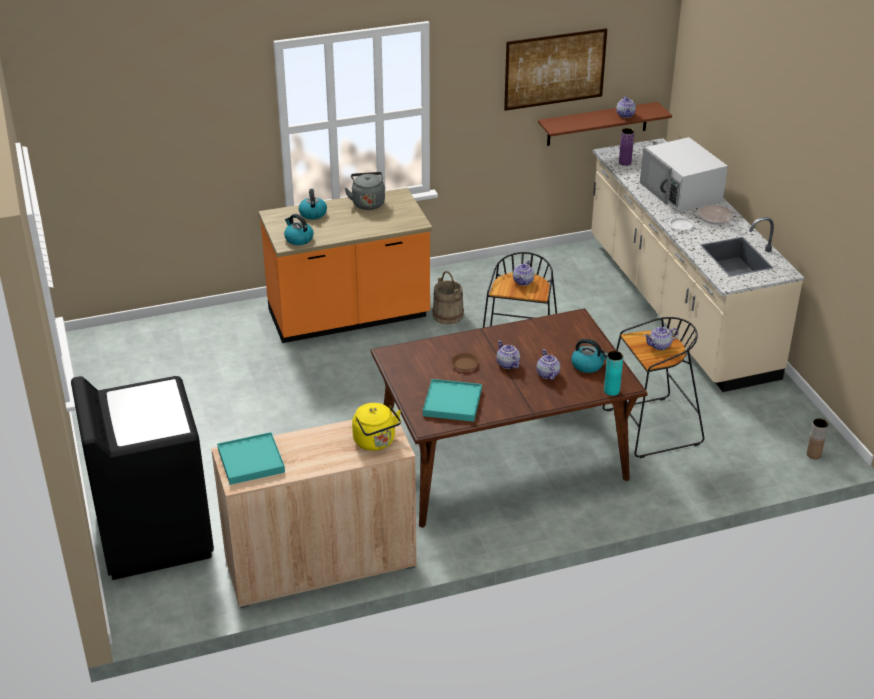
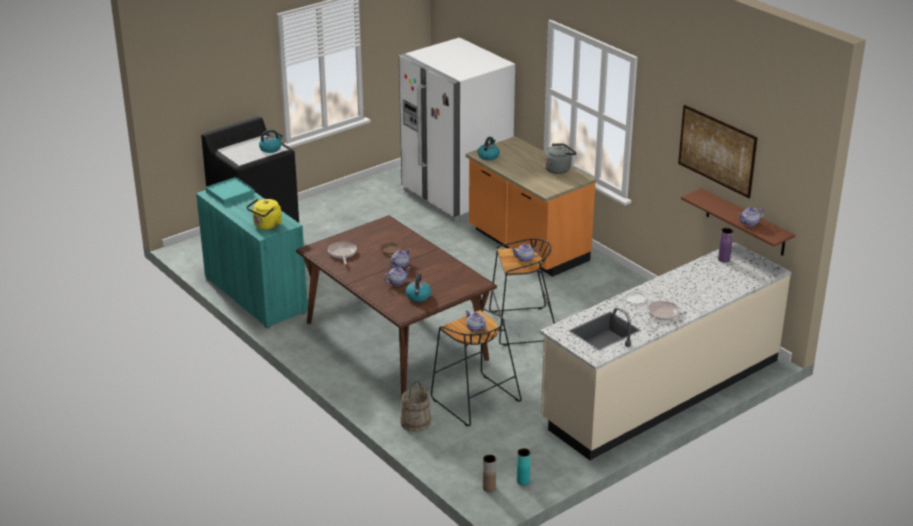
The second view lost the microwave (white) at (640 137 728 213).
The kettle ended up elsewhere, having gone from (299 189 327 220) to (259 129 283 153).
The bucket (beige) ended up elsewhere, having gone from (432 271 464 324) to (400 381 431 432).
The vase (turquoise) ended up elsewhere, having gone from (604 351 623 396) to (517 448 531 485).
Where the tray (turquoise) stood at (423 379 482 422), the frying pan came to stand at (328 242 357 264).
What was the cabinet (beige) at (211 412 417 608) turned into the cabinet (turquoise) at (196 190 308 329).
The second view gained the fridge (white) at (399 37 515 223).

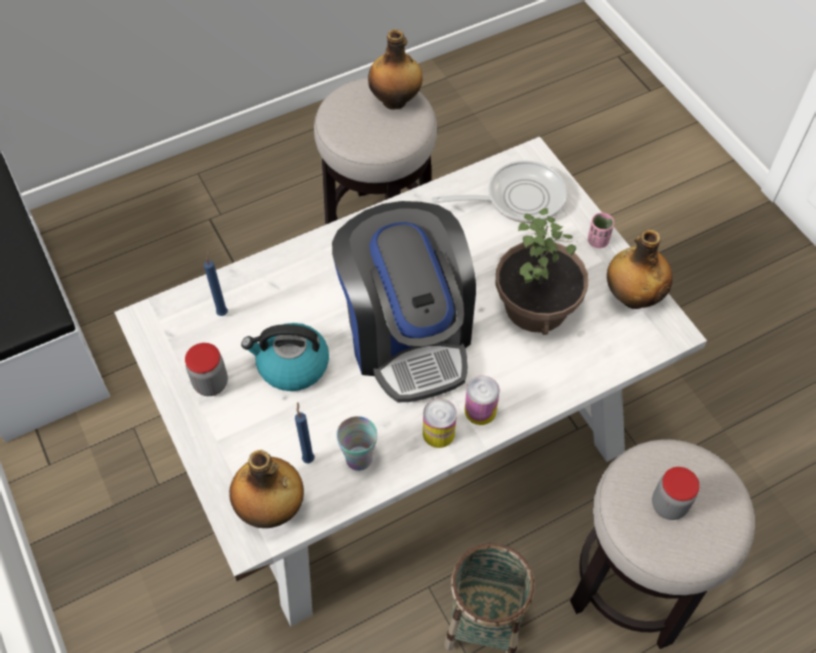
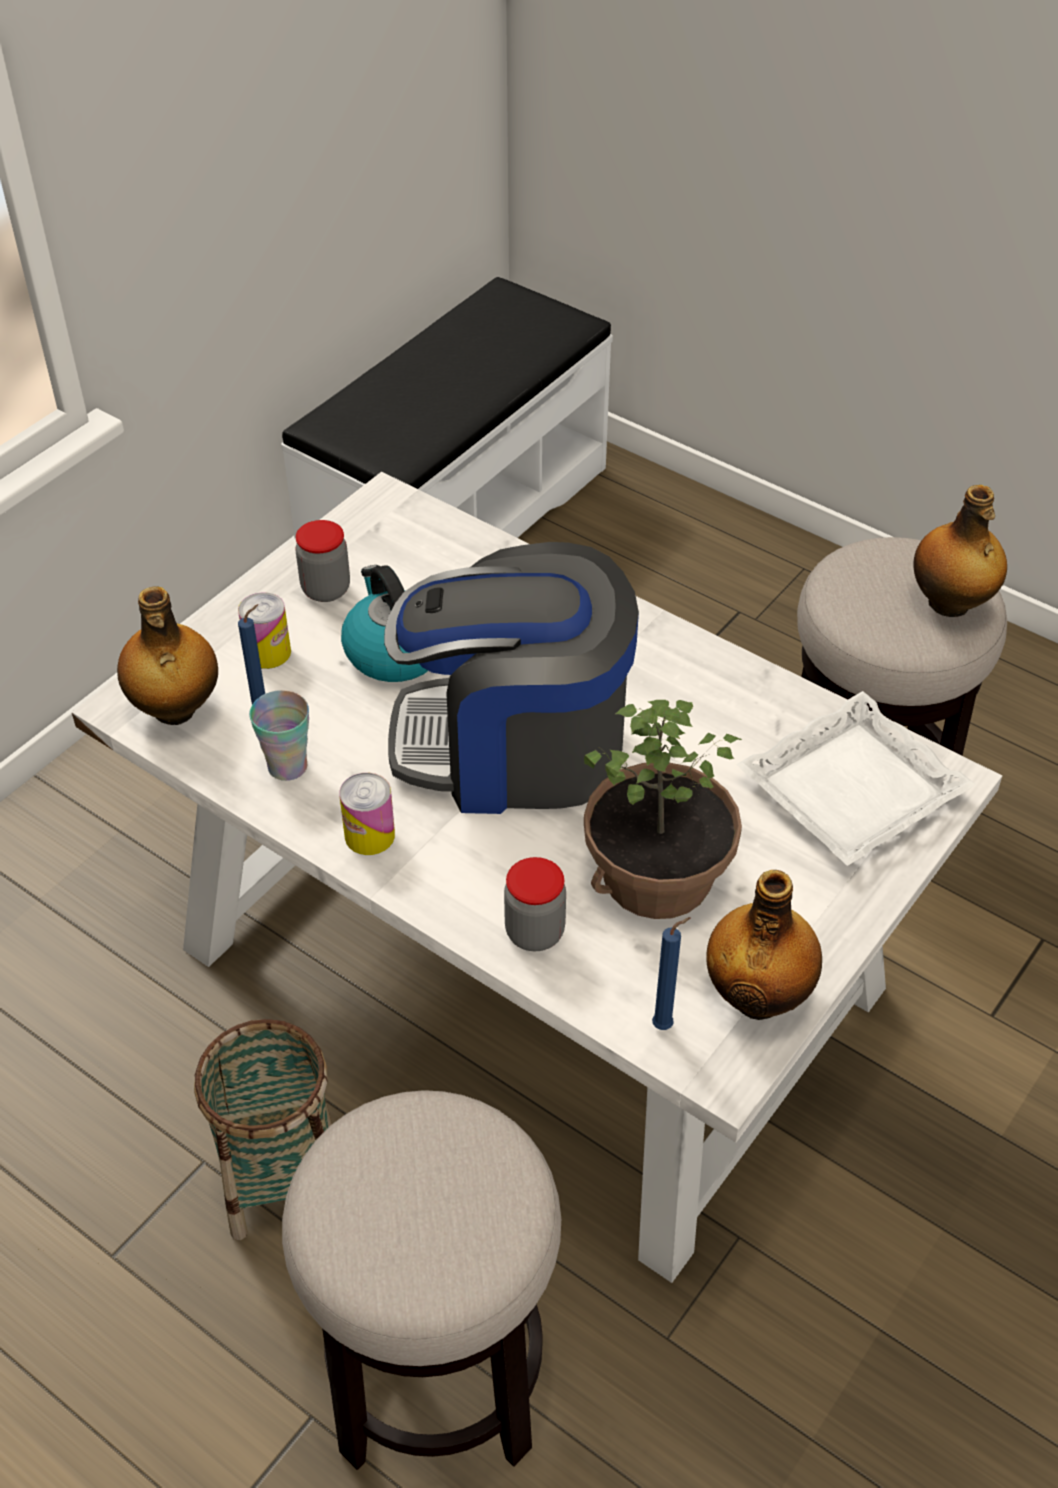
Where the frying pan stood at (431 160 567 223), the tray (white) came to stand at (736 691 976 866).
The coffee machine at (332 201 476 403) ended up facing another way, 45 degrees clockwise from before.
The second view lost the cup (pink) at (588 213 614 248).
The candle (blue) ended up elsewhere, having gone from (204 250 228 316) to (652 917 691 1030).
The can ended up elsewhere, having gone from (465 376 500 425) to (238 592 291 669).
The jar ended up elsewhere, having gone from (652 467 700 520) to (504 857 566 951).

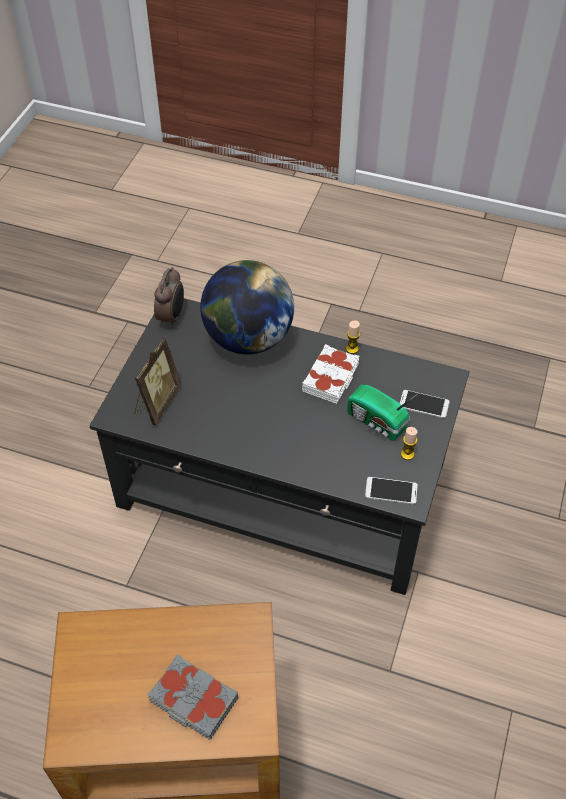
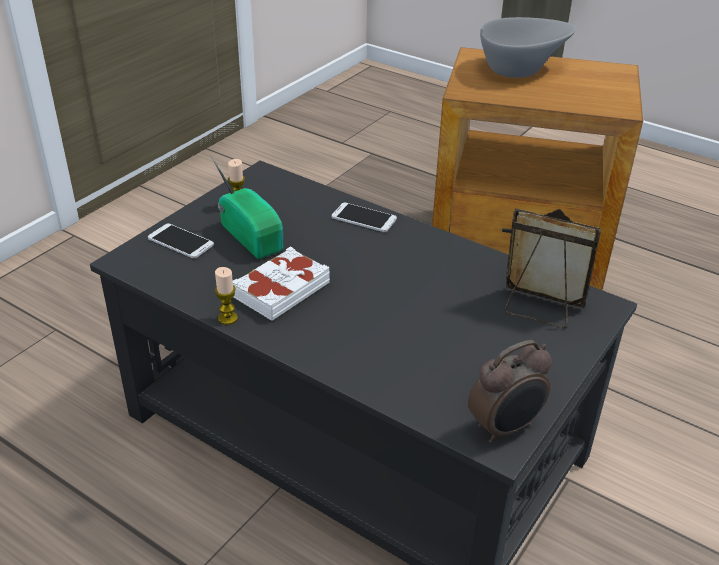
The second view lost the globe at (200 260 294 355).
The alarm clock at (154 267 184 328) ended up facing another way, 150 degrees counterclockwise from before.
The picture frame at (134 337 181 426) ended up facing another way, 75 degrees clockwise from before.
The phone ended up elsewhere, having gone from (365 477 418 504) to (331 203 397 232).
Where the book (grey) stood at (148 654 238 740), the bowl (grey) came to stand at (480 17 576 78).

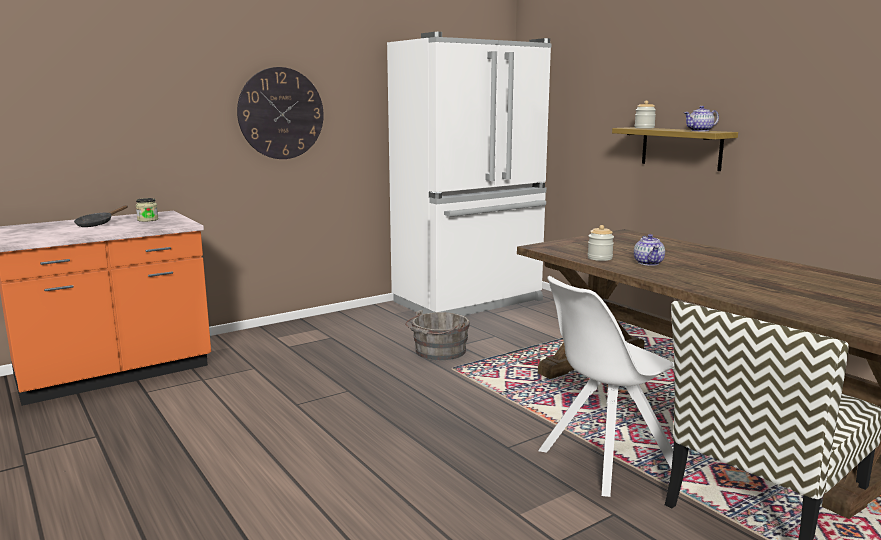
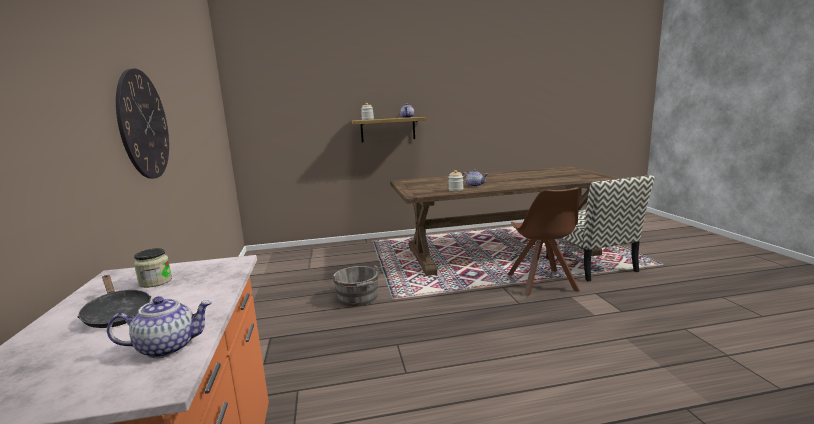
The second view lost the fridge (white) at (387 32 551 316).
What was the chair (white) at (538 276 674 497) turned into the chair (brown) at (507 187 580 296).
The second view gained the teapot at (107 296 212 358).

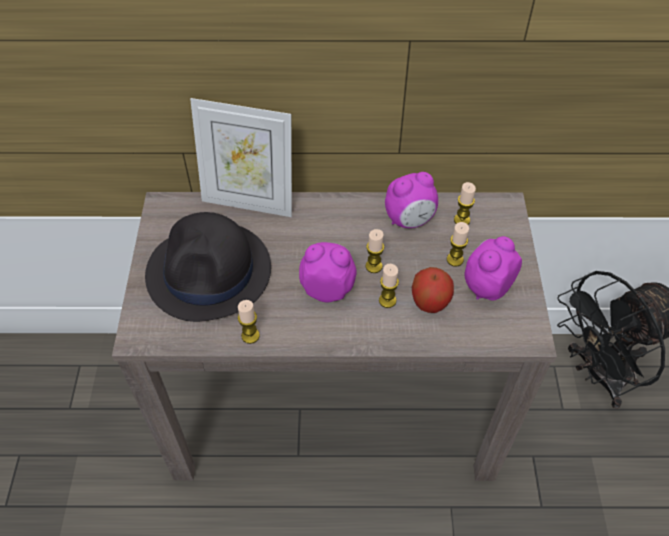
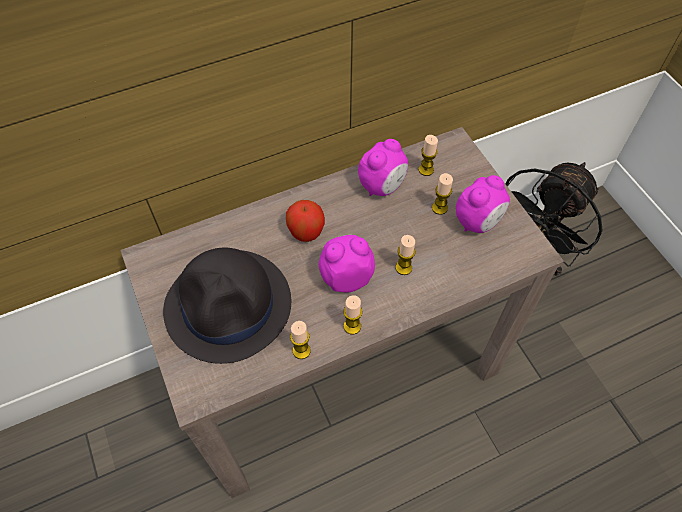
The second view lost the picture frame at (190 98 292 217).
The candle ended up elsewhere, having gone from (366 229 384 273) to (343 295 362 335).
The alarm clock at (465 236 522 300) ended up facing another way, 150 degrees counterclockwise from before.
The apple ended up elsewhere, having gone from (411 267 454 313) to (286 200 325 242).

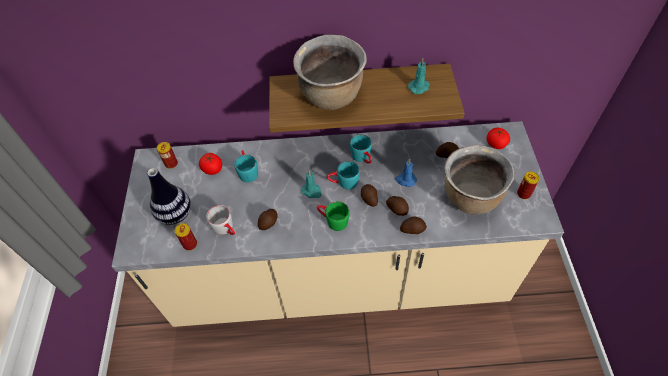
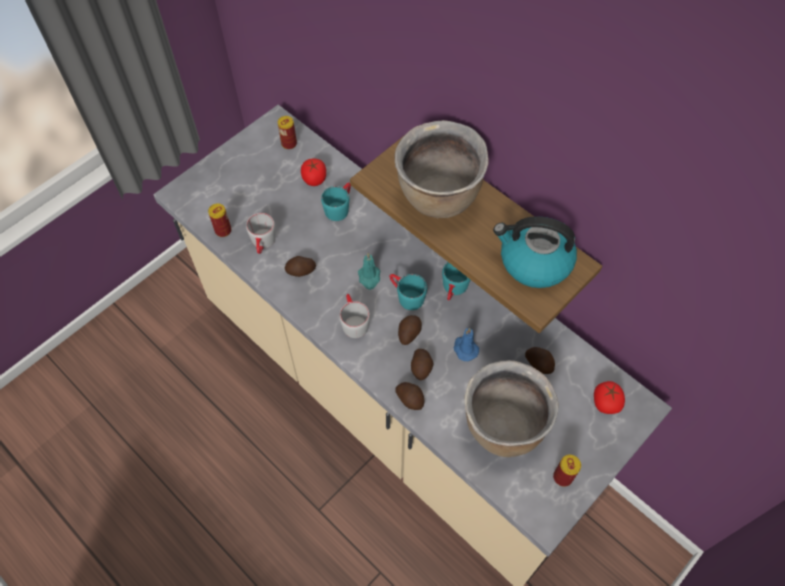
Where the candle (turquoise) stood at (408 58 430 94), the kettle came to stand at (493 216 577 288).
The second view lost the vase at (147 168 191 225).
What was the mug (green) at (317 201 350 231) turned into the mug (grey) at (339 294 370 338).

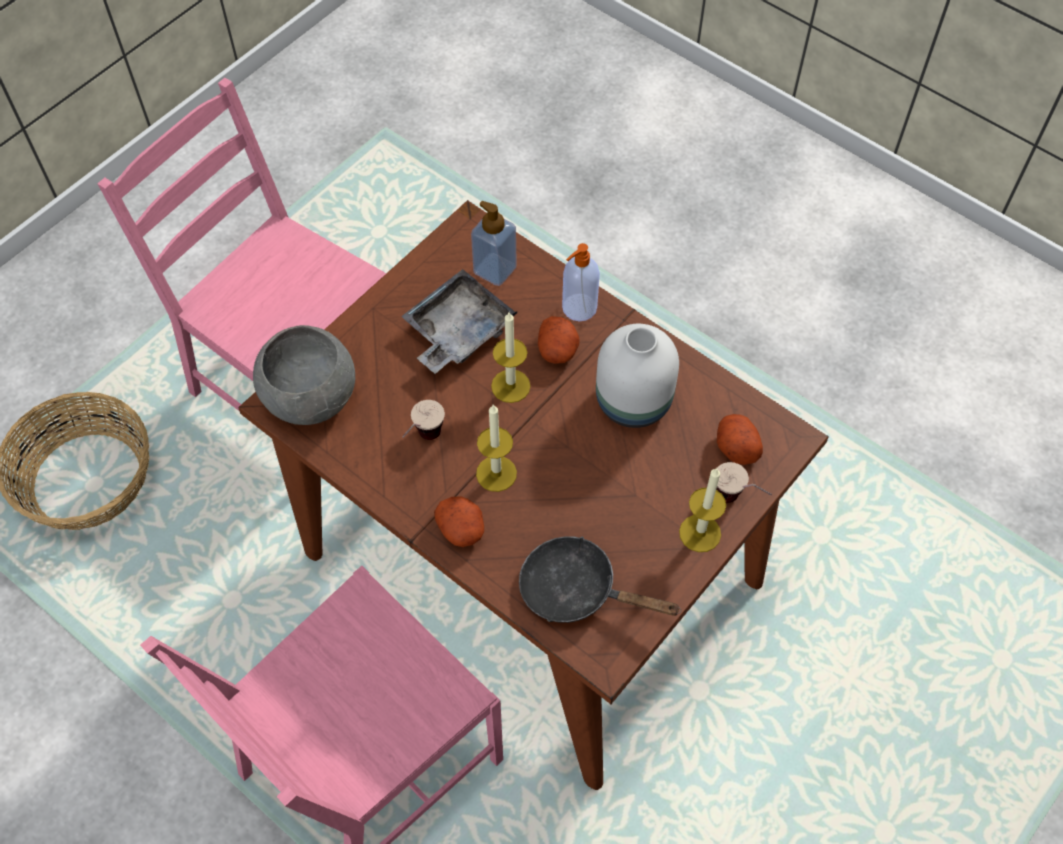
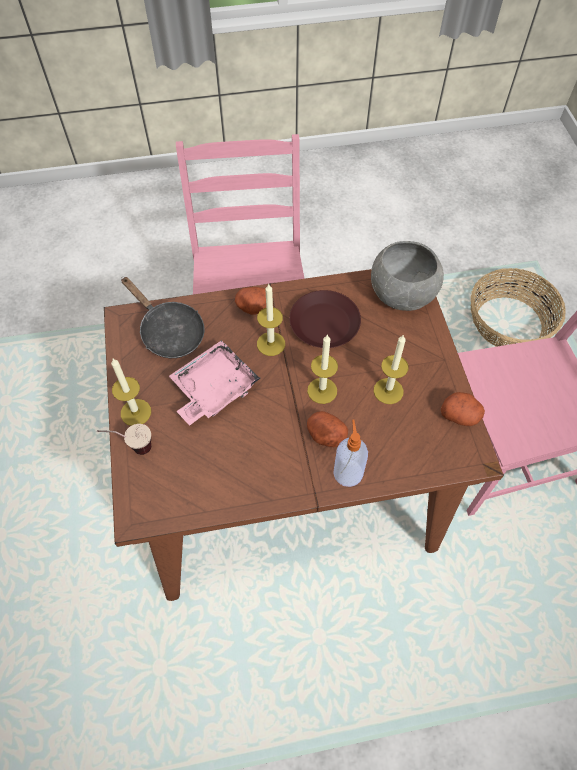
The second view lost the soap dispenser at (471 201 517 286).
Where the tray (grey) stood at (401 269 517 374), the candle came to stand at (374 334 409 404).
The second view lost the vase (white) at (596 324 679 428).
Where the cup stood at (402 400 445 440), the plate (brown) came to stand at (289 290 361 348).
The potato ended up elsewhere, having gone from (717 414 763 465) to (441 392 485 426).
The frying pan (black) at (519 536 681 623) ended up facing another way, 75 degrees clockwise from before.
The second view gained the tray (pink) at (169 340 261 426).

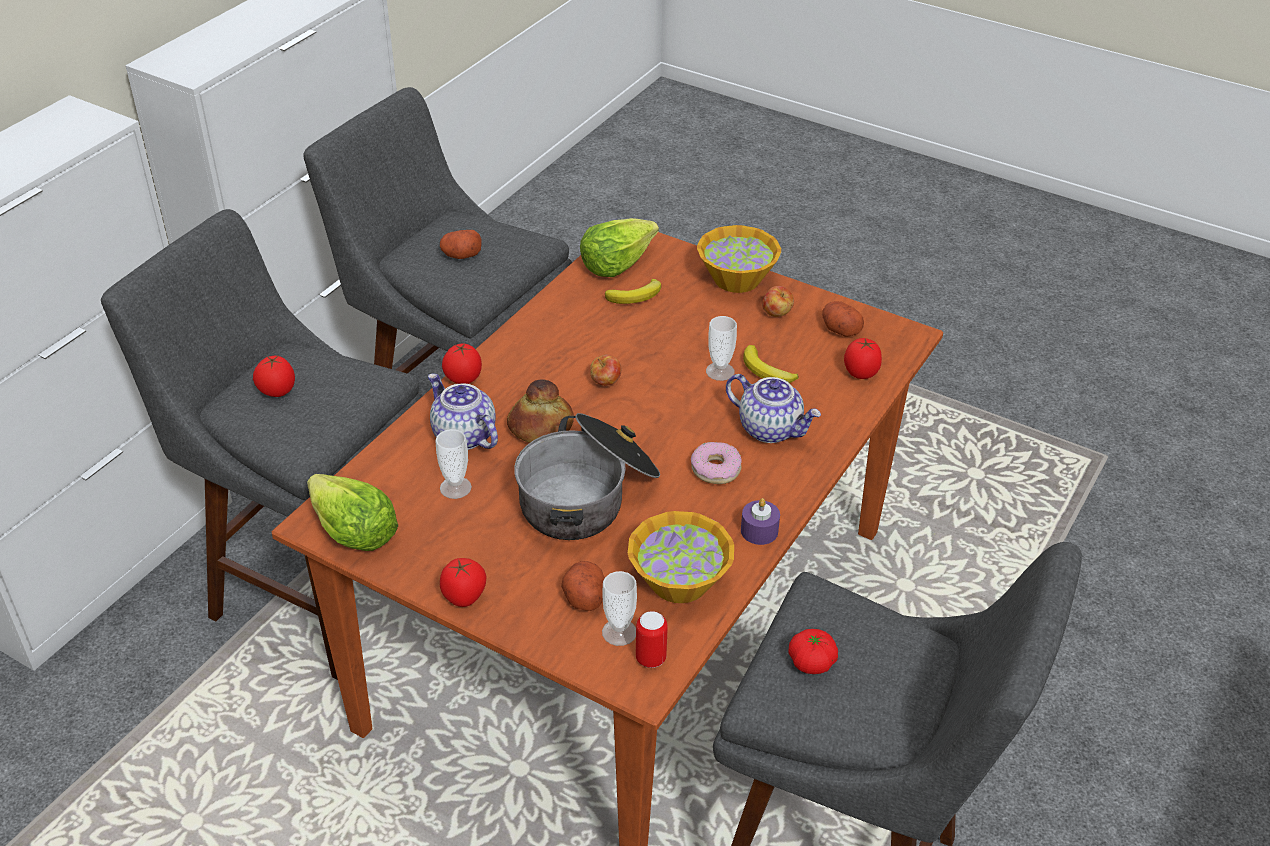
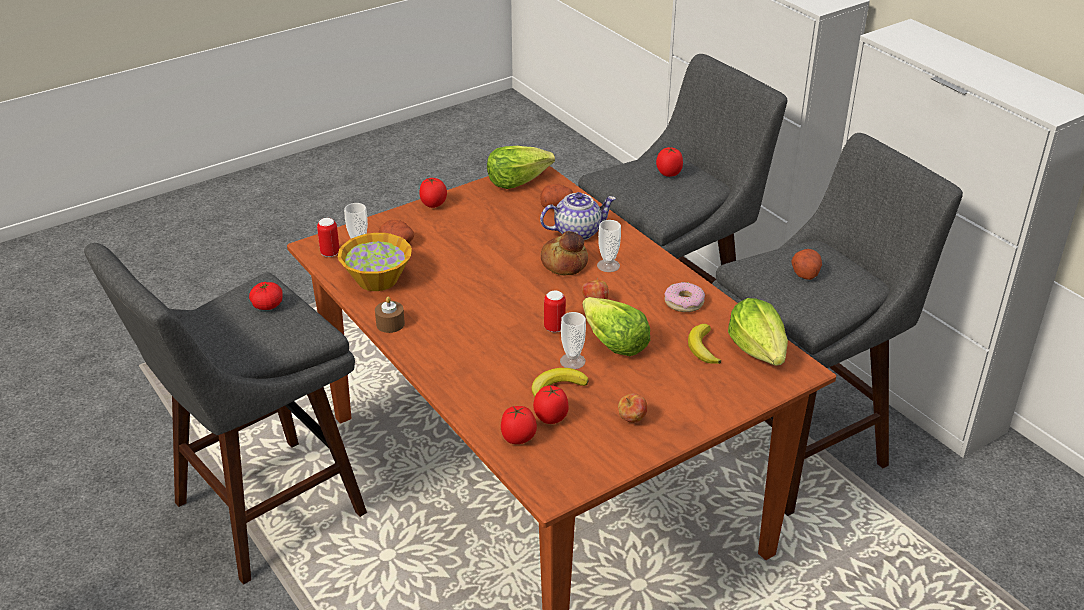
The second view lost the bowl at (697 225 781 293).
The potato ended up elsewhere, having gone from (822 301 864 337) to (540 184 573 209).
The tomato ended up elsewhere, having gone from (442 342 482 384) to (533 385 569 424).
The second view lost the teapot at (726 374 821 443).
The second view lost the cooking pot at (514 413 660 540).
The cup ended up elsewhere, having gone from (435 429 472 499) to (597 220 621 272).
The donut ended up elsewhere, having gone from (691 442 742 484) to (665 282 705 312).
What was the candle (purple) at (741 498 780 545) turned into the candle (brown) at (375 296 405 333).
The second view gained the can at (544 291 566 332).
The second view gained the lettuce at (583 297 650 356).

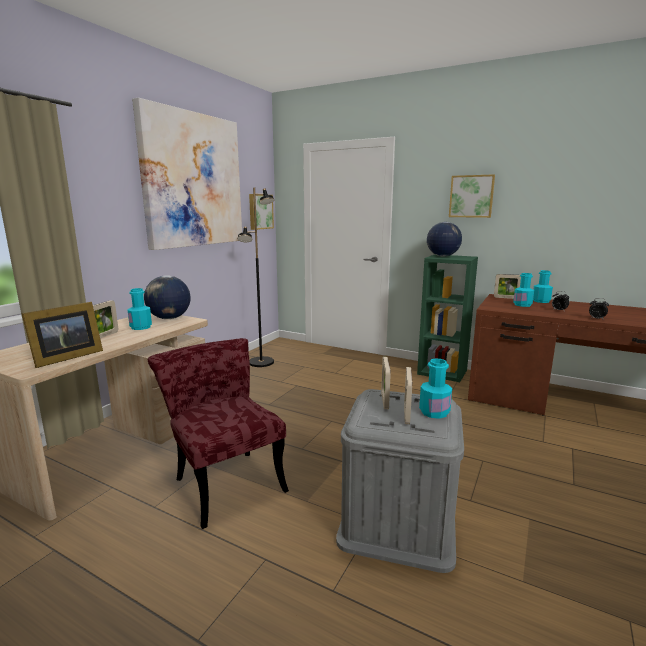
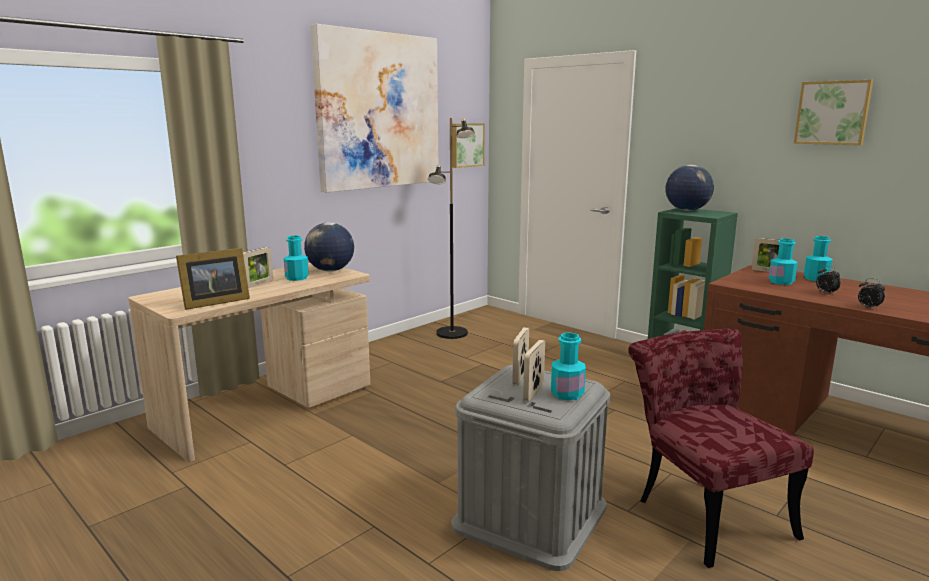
The picture ended up elsewhere, having gone from (449 174 495 218) to (794 80 873 145).
The chair (red) ended up elsewhere, having gone from (148 338 289 529) to (628 329 814 568).

